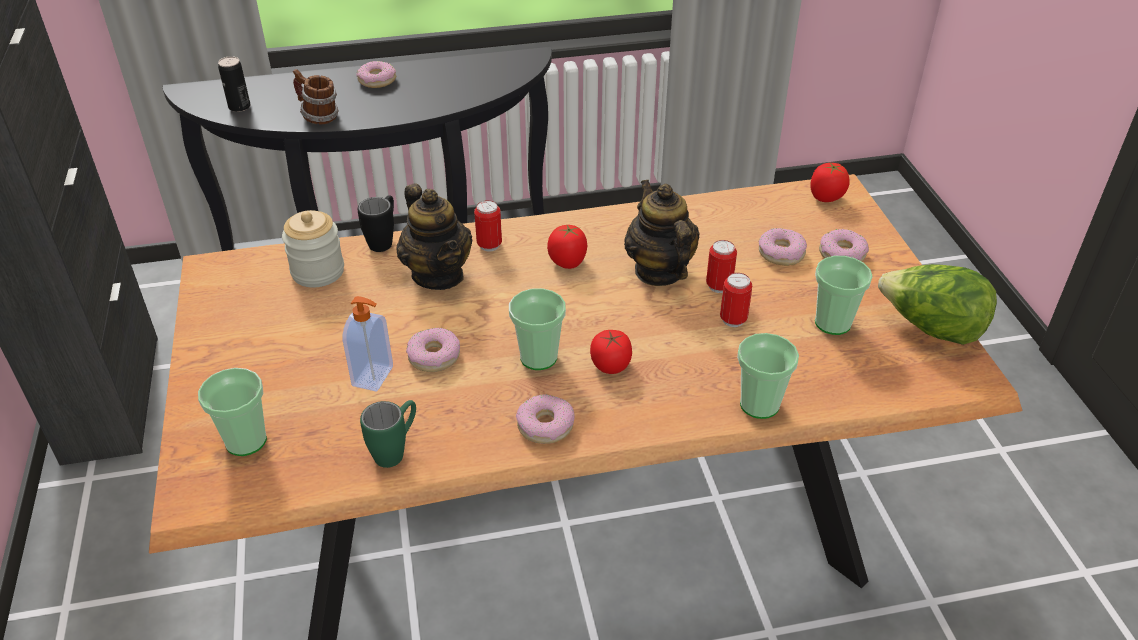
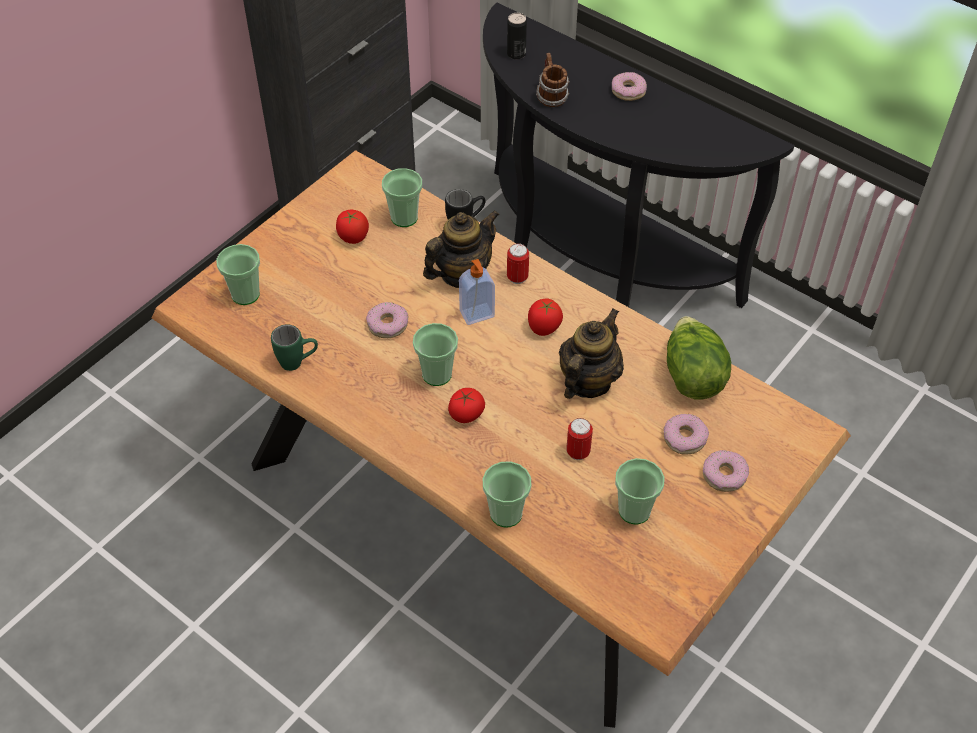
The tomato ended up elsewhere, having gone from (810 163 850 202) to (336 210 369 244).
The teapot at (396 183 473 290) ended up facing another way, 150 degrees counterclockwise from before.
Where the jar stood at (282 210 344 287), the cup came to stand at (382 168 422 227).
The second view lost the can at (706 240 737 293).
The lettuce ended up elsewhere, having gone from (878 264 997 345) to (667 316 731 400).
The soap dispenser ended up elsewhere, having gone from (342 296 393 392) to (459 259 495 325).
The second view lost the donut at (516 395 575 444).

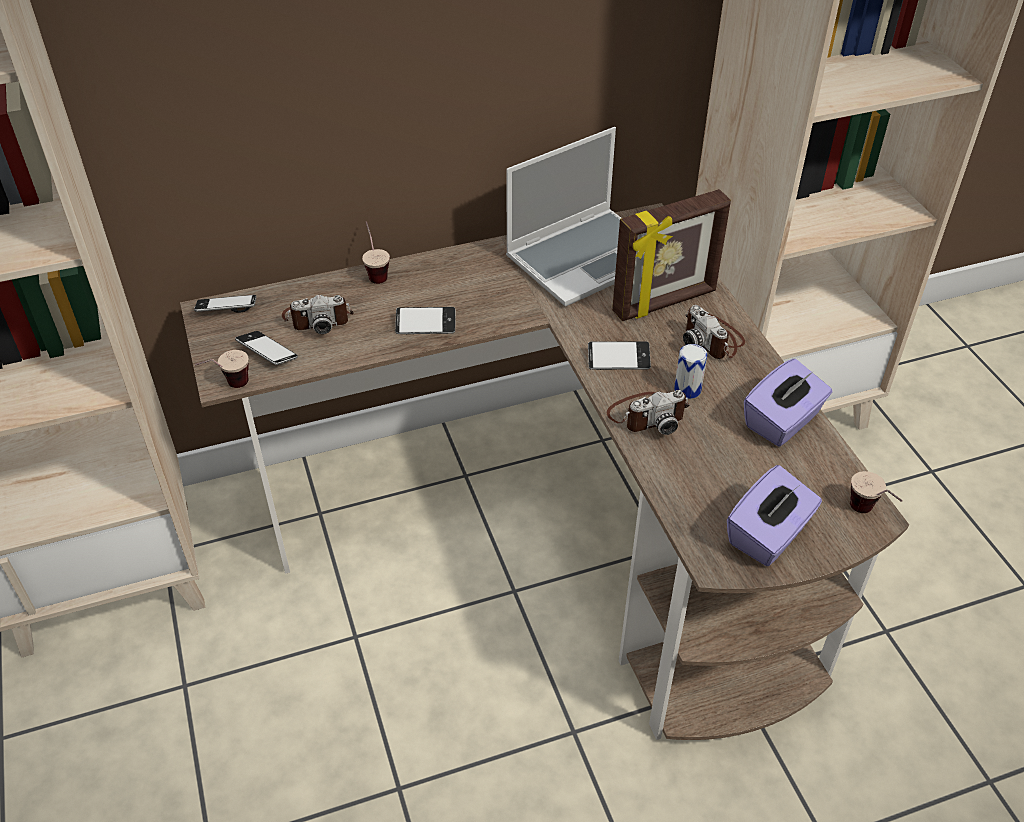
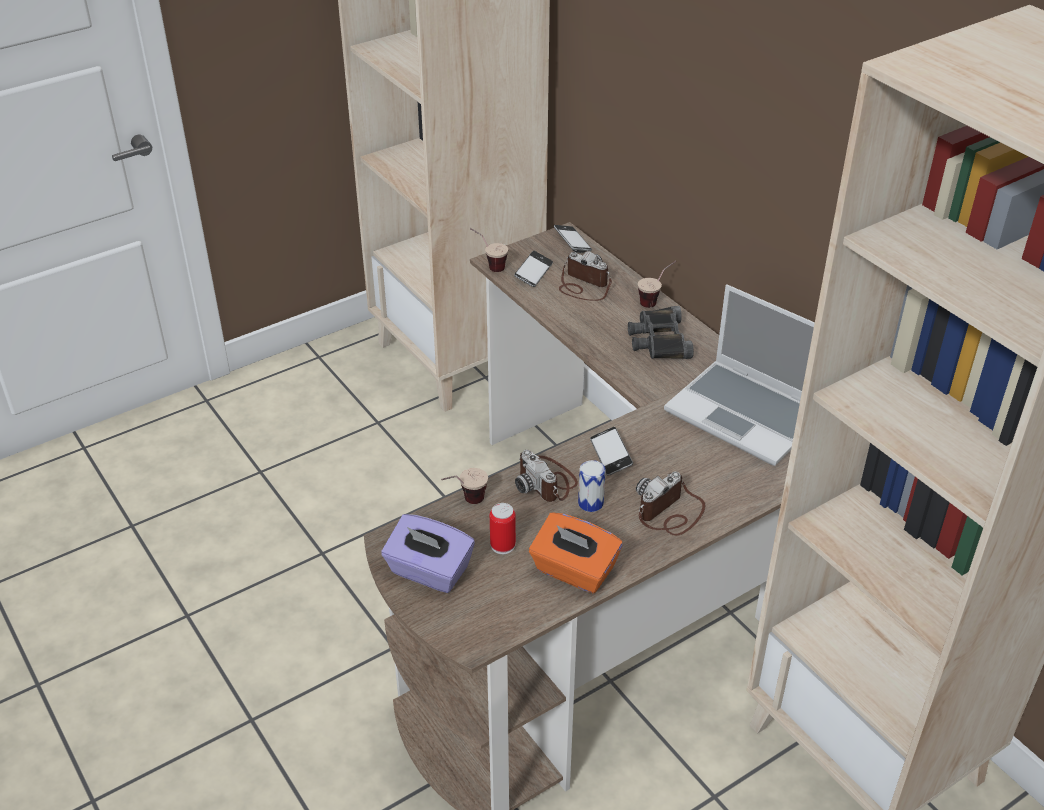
The second view lost the picture frame at (612 189 731 321).
The photo camera at (282 295 354 334) ended up facing another way, 150 degrees clockwise from before.
The second view lost the phone at (395 307 455 334).
What was the tissue box (purple) at (744 359 833 446) turned into the tissue box (orange) at (529 512 623 593).
The cup ended up elsewhere, having gone from (850 471 903 513) to (441 468 488 504).
The second view gained the binoculars (black) at (628 306 694 359).
The second view gained the can at (490 503 516 554).

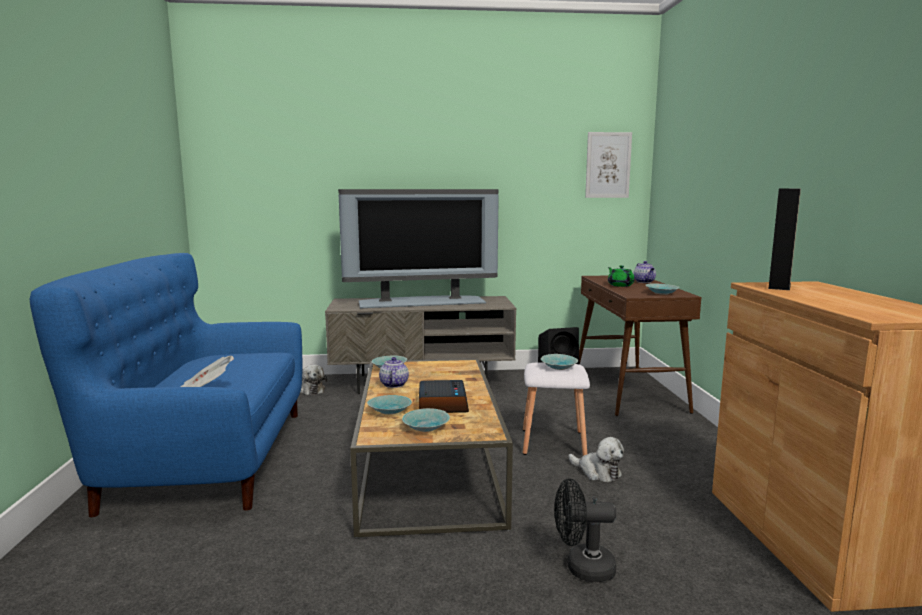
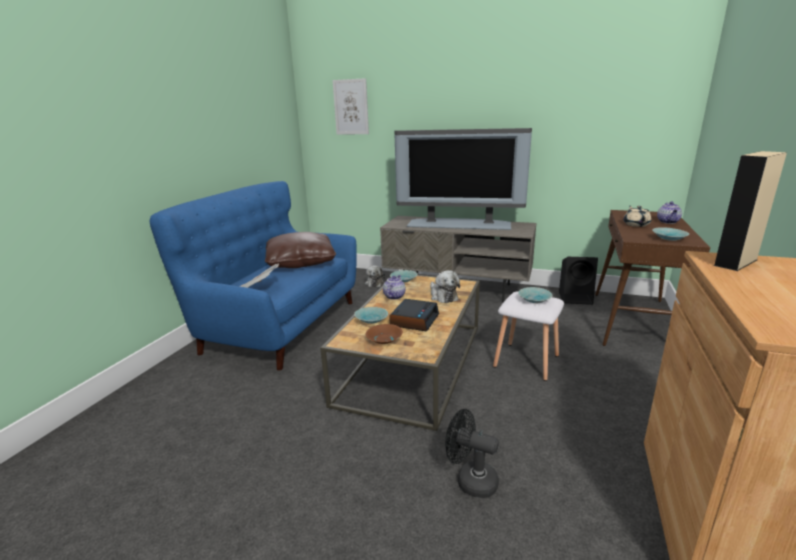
The picture ended up elsewhere, having gone from (585 132 632 198) to (333 78 369 135).
What was the teapot (green) at (608 265 634 287) turned into the teapot (beige) at (624 206 651 227).
What was the bowl (turquoise) at (402 408 450 432) turned into the bowl (brown) at (366 324 403 344).
The plush toy ended up elsewhere, having gone from (568 437 624 482) to (430 270 460 303).
The second view gained the pillow (brown) at (265 232 336 268).

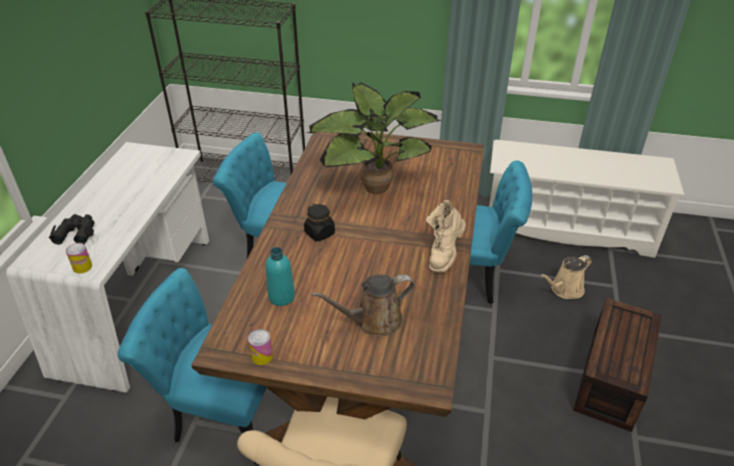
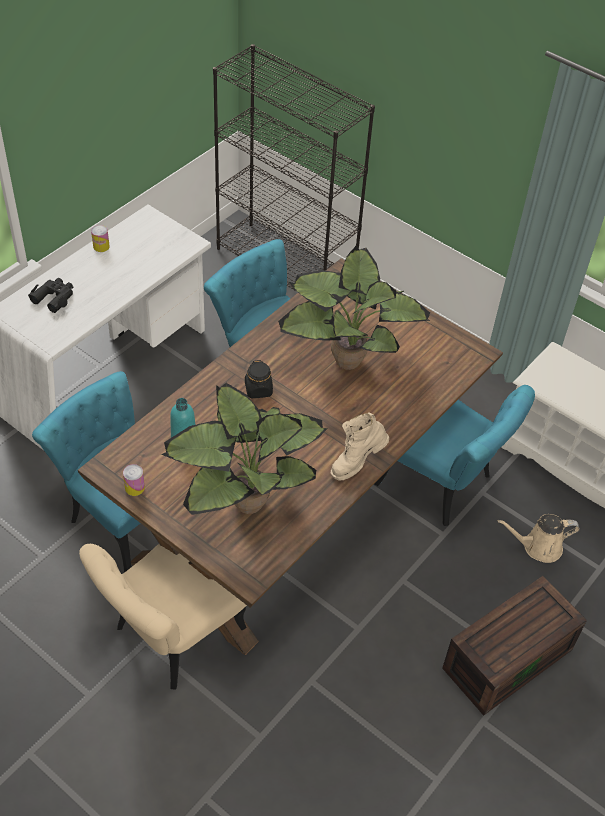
The can ended up elsewhere, having gone from (66 243 92 274) to (91 225 110 252).
Where the watering can (brown) stood at (312 274 414 336), the potted plant came to stand at (161 383 328 515).

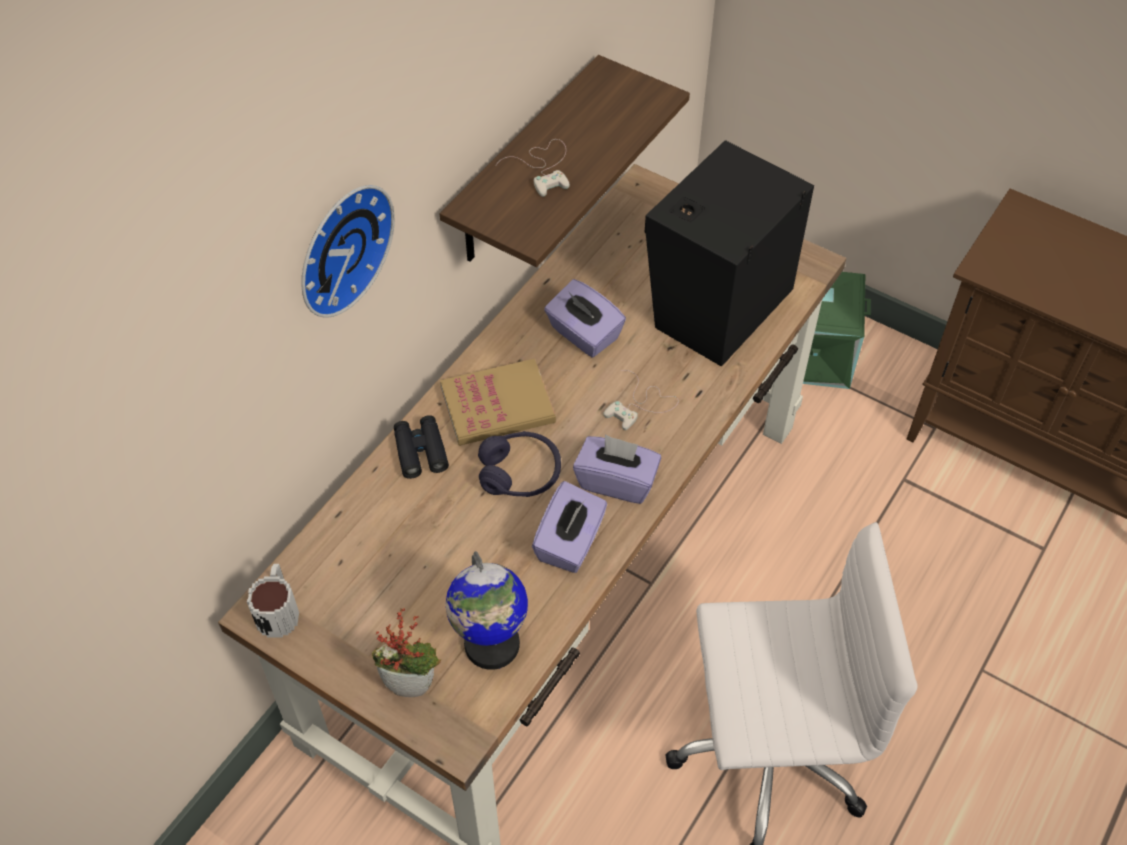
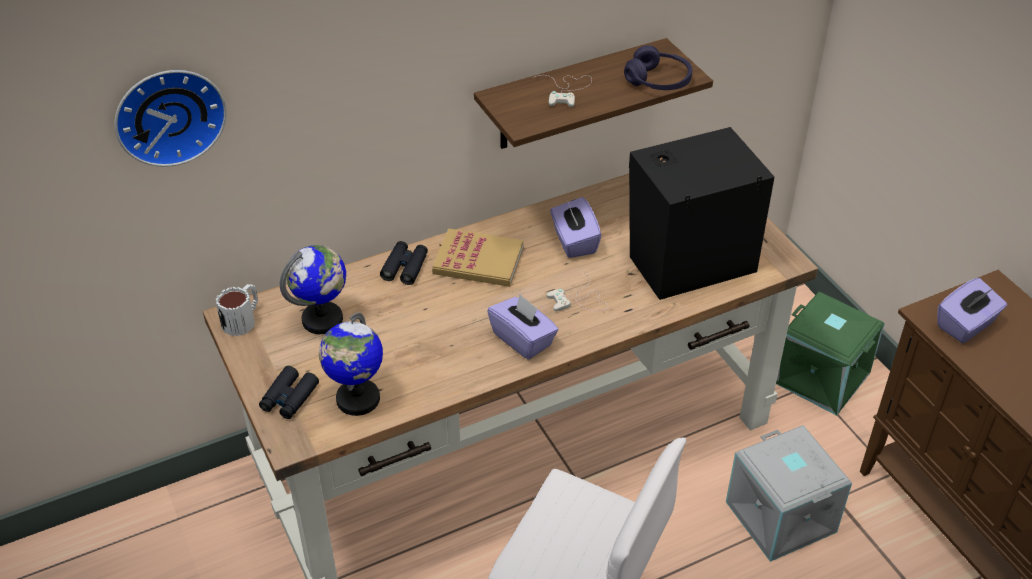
The wall clock ended up elsewhere, having gone from (301 185 395 318) to (114 70 227 167).
The headphones (purple) ended up elsewhere, having gone from (478 431 561 497) to (624 45 692 90).
The tissue box (purple) ended up elsewhere, having gone from (532 481 607 573) to (937 278 1007 343).
Where the potted plant stood at (372 608 441 697), the binoculars (black) came to stand at (259 366 319 419).
The second view gained the globe at (280 245 346 334).
The second view gained the storage box (grey) at (726 425 852 562).

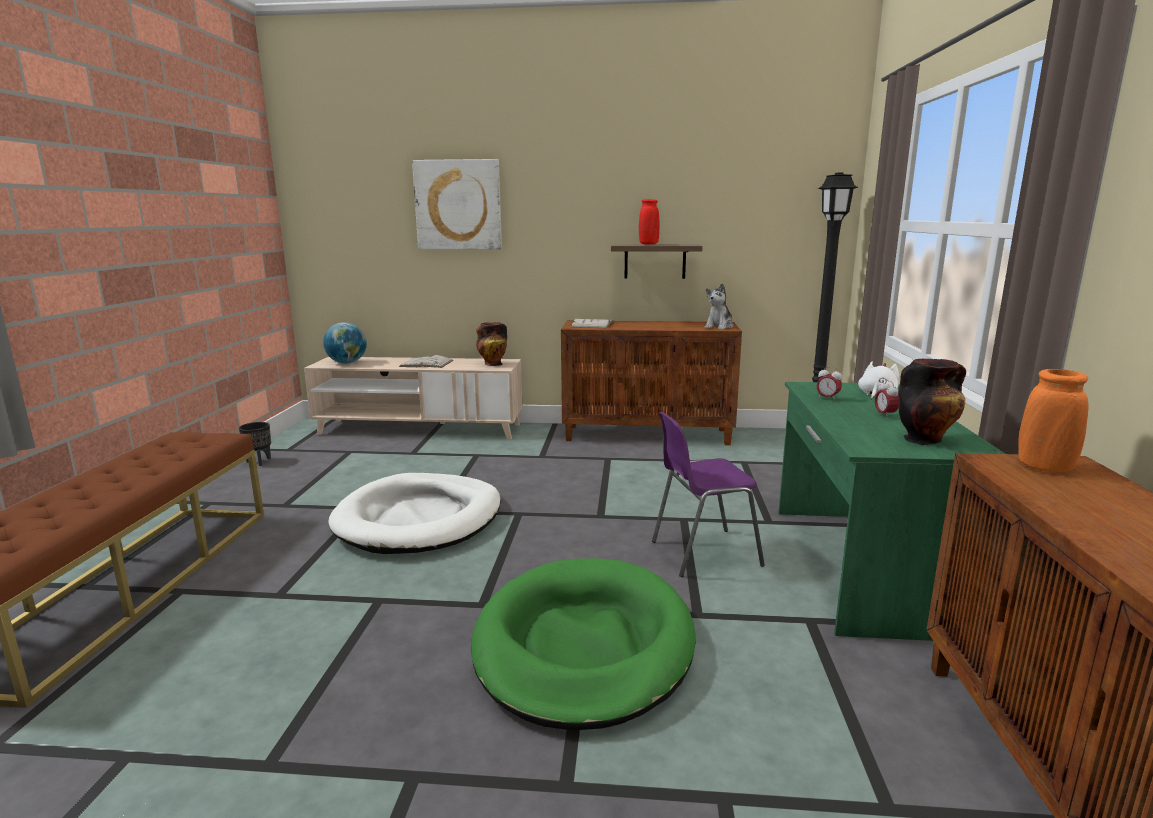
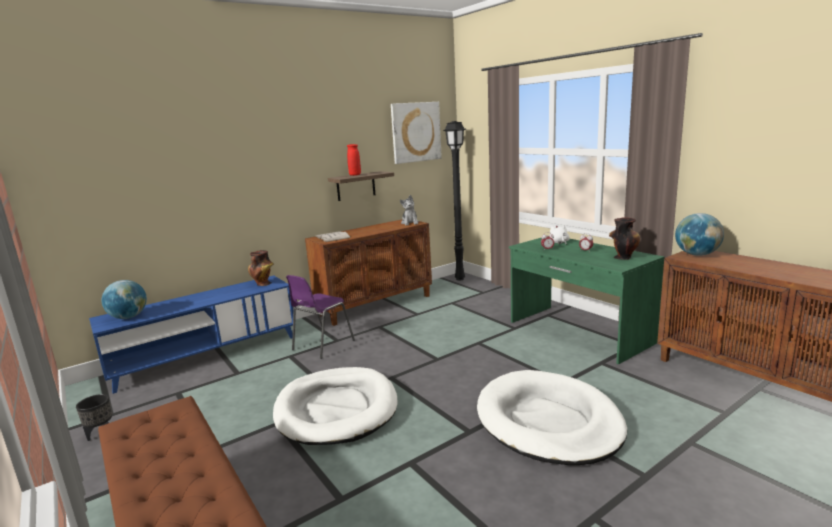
The picture ended up elsewhere, having gone from (412 159 502 250) to (391 102 442 164).
The second view lost the book (white) at (399 355 453 368).
What was the tv stand (beige) at (304 357 522 440) turned into the tv stand (blue) at (89 275 293 394).
Where the vase (orange) stood at (1018 369 1089 472), the globe came to stand at (675 213 724 256).
The chair (purple) ended up elsewhere, having gone from (652 412 765 577) to (286 275 355 359).
What was the dog bed (green) at (471 558 695 730) turned into the dog bed (white) at (477 370 627 465).

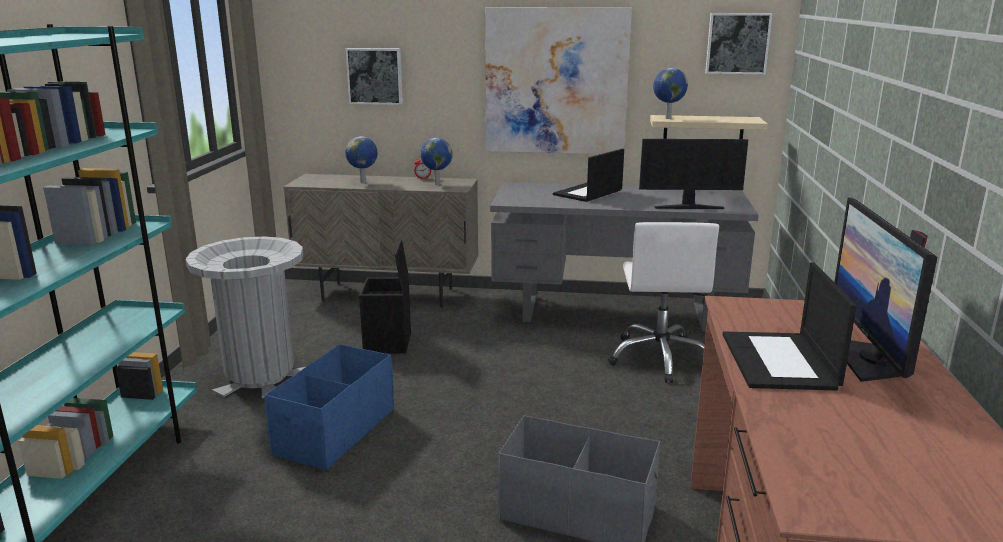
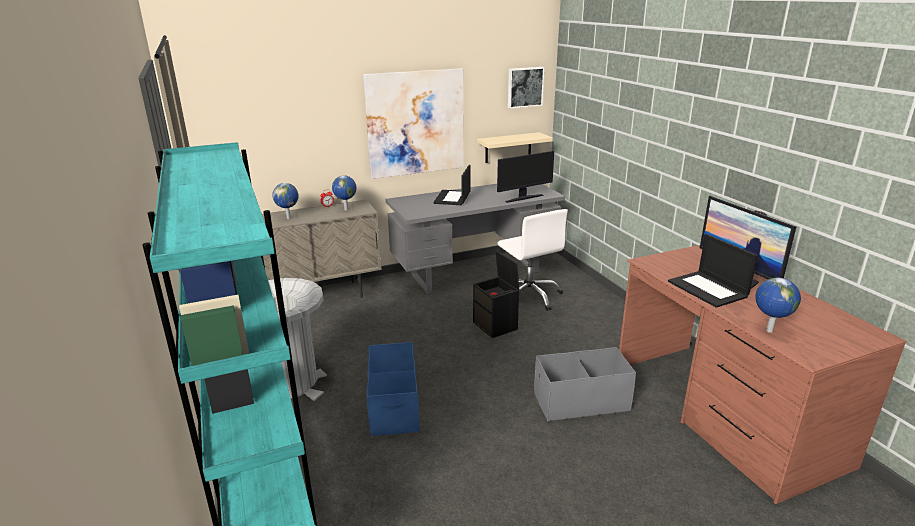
The second view lost the picture at (345 48 403 105).
The globe ended up elsewhere, having gone from (653 68 688 119) to (755 278 801 333).
The storage box (black) ended up elsewhere, having gone from (359 239 411 353) to (473 251 519 338).

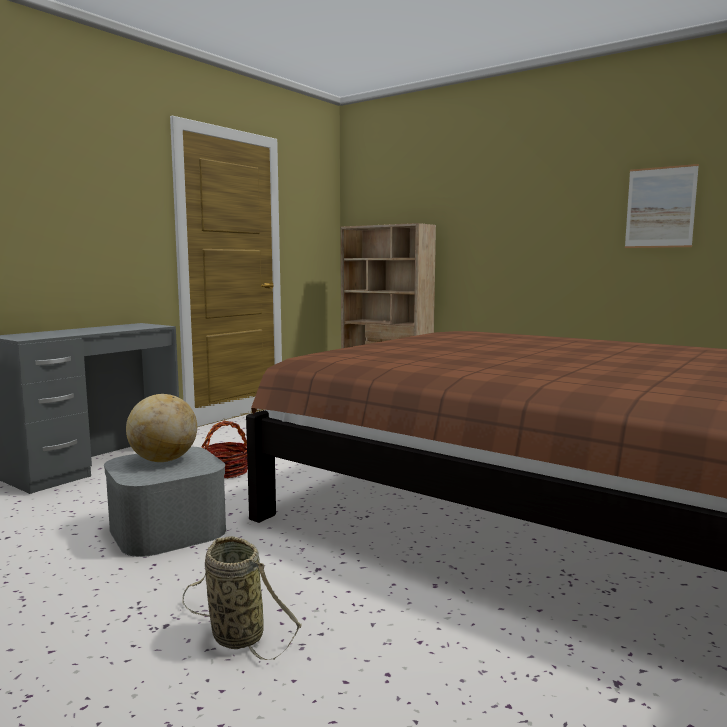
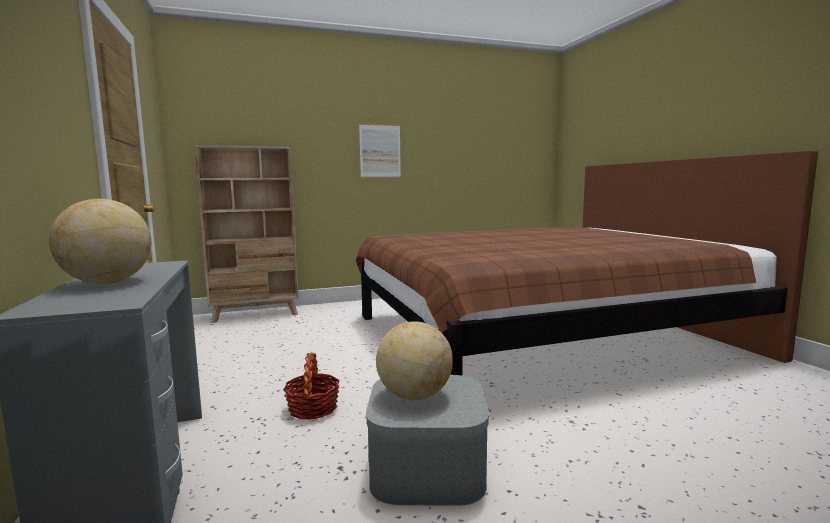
The picture ended up elsewhere, having gone from (625 164 699 248) to (359 124 401 178).
The second view lost the basket at (182 536 302 660).
The second view gained the globe at (49 199 151 284).

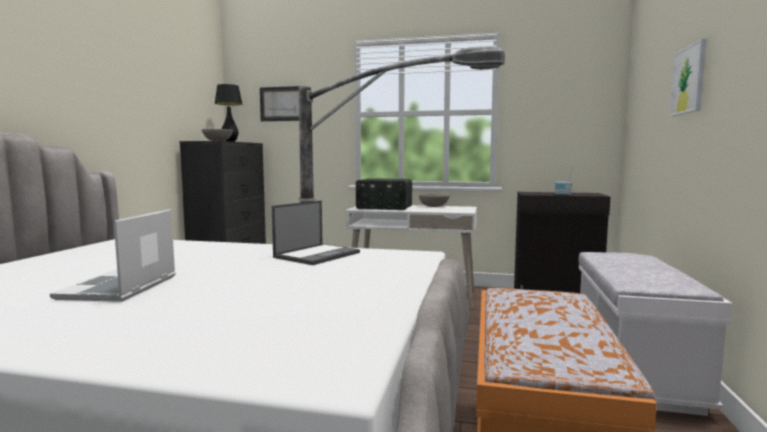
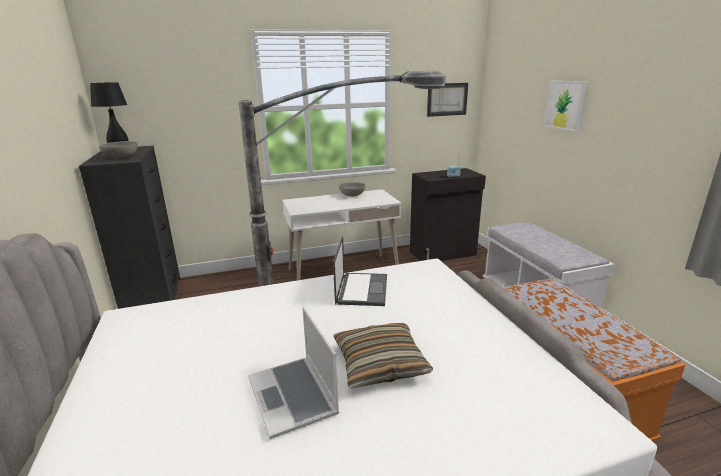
The picture ended up elsewhere, having gone from (260 86 300 121) to (427 83 468 117).
The second view lost the radio at (356 178 412 210).
The second view gained the pillow at (333 323 433 388).

